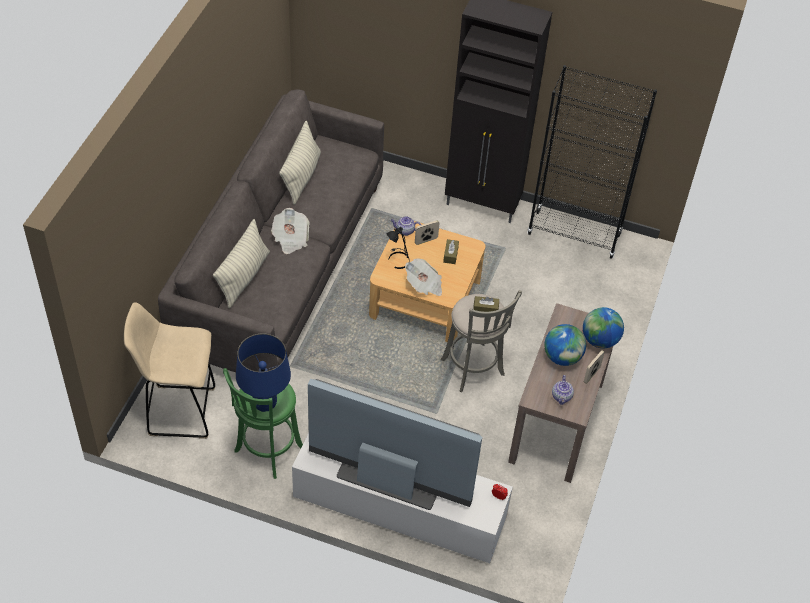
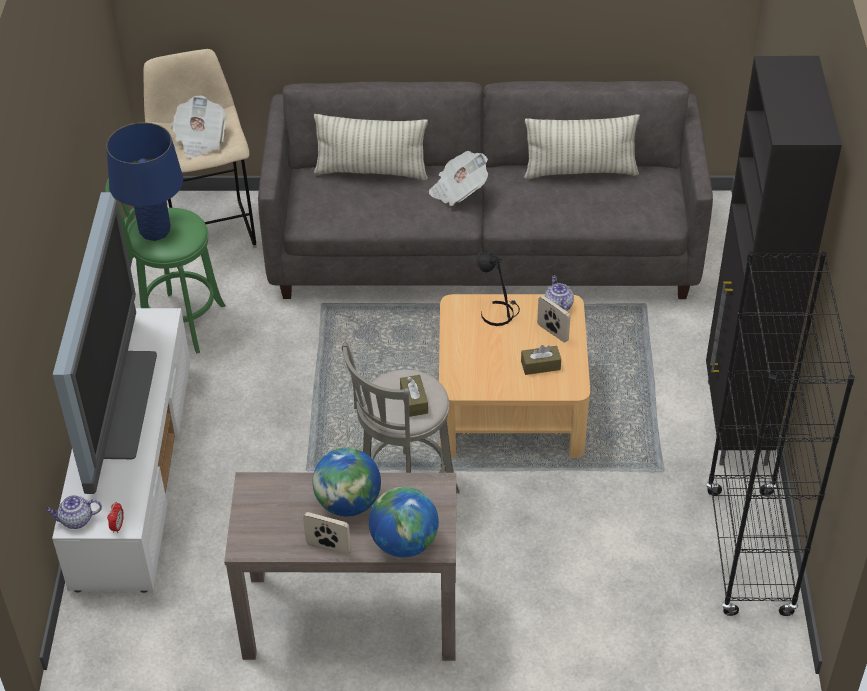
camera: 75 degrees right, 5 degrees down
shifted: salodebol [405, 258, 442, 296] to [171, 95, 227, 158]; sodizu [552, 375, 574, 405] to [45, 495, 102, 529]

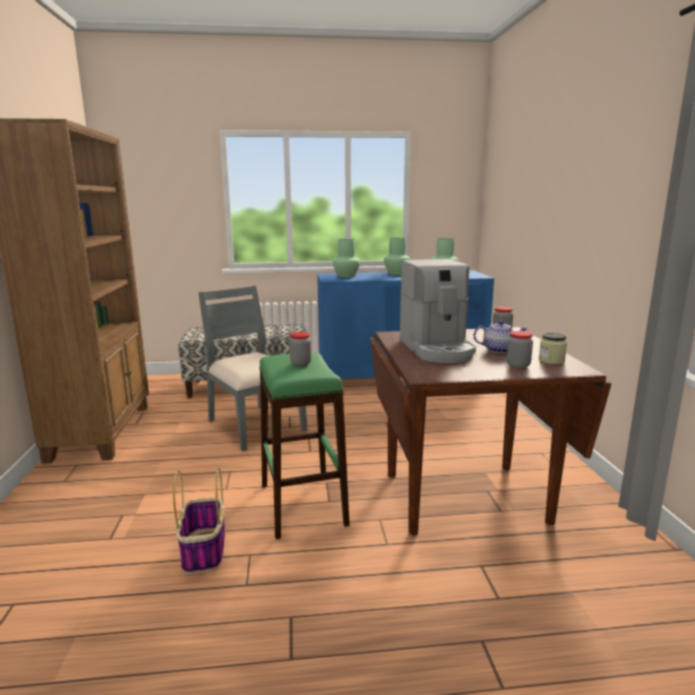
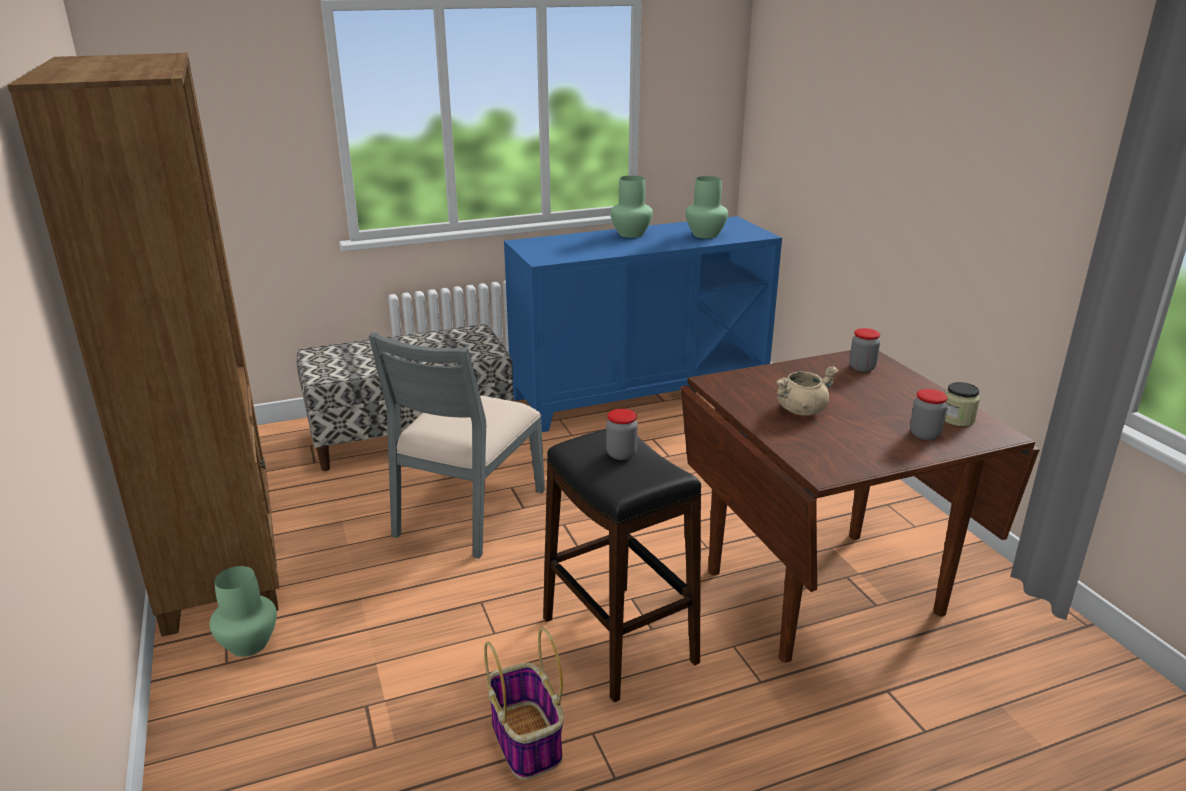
camera: 15 degrees left, 10 degrees up
gone: sodizu [473, 320, 527, 353]
shifted: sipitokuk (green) [333, 239, 360, 278] to [209, 566, 277, 657]
swapped: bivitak [400, 259, 476, 363] to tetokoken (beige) [776, 366, 838, 416]
repainted: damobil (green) [259, 352, 350, 539] to damobil (black) [543, 429, 701, 702]
rotated: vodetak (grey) [198, 286, 307, 451] = [369, 332, 545, 559] 105 degrees counterclockwise

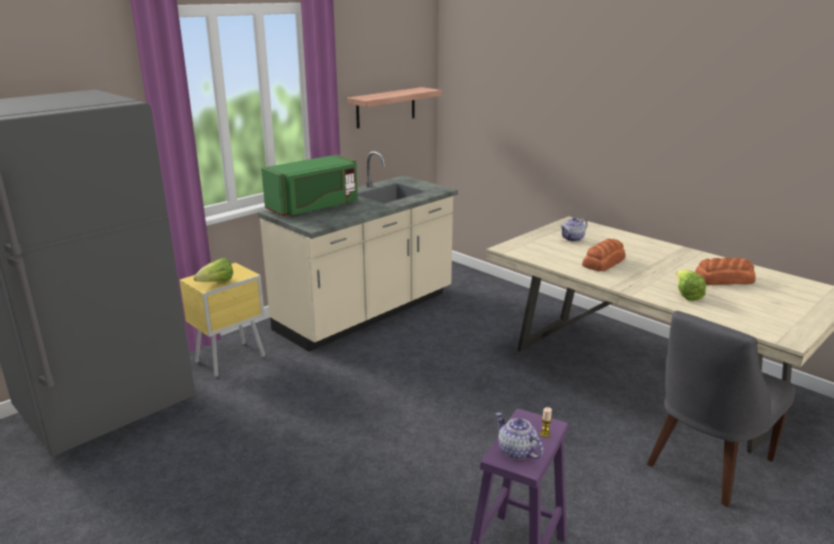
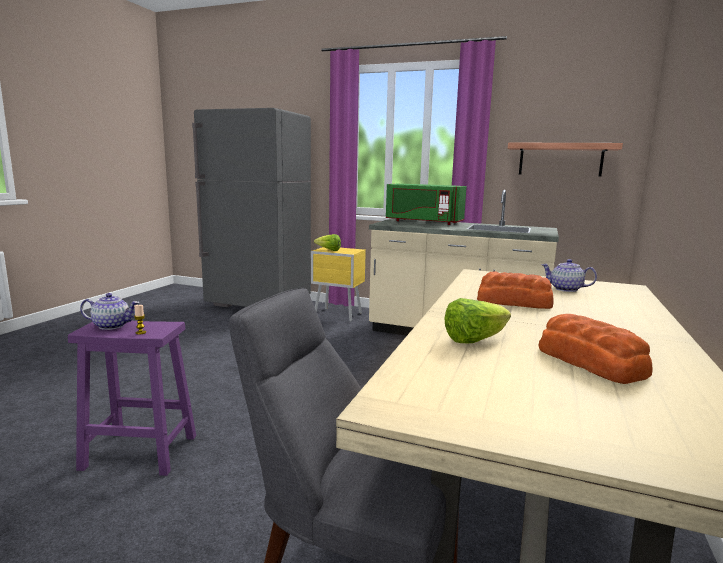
camera: 65 degrees right, 10 degrees down
rotated: sodizu [496, 413, 543, 460] = [80, 293, 139, 330] 60 degrees clockwise

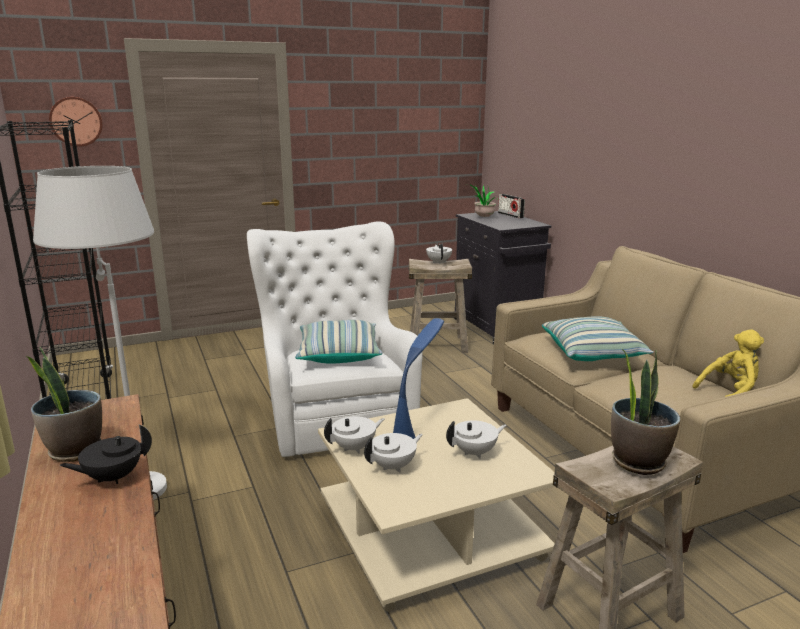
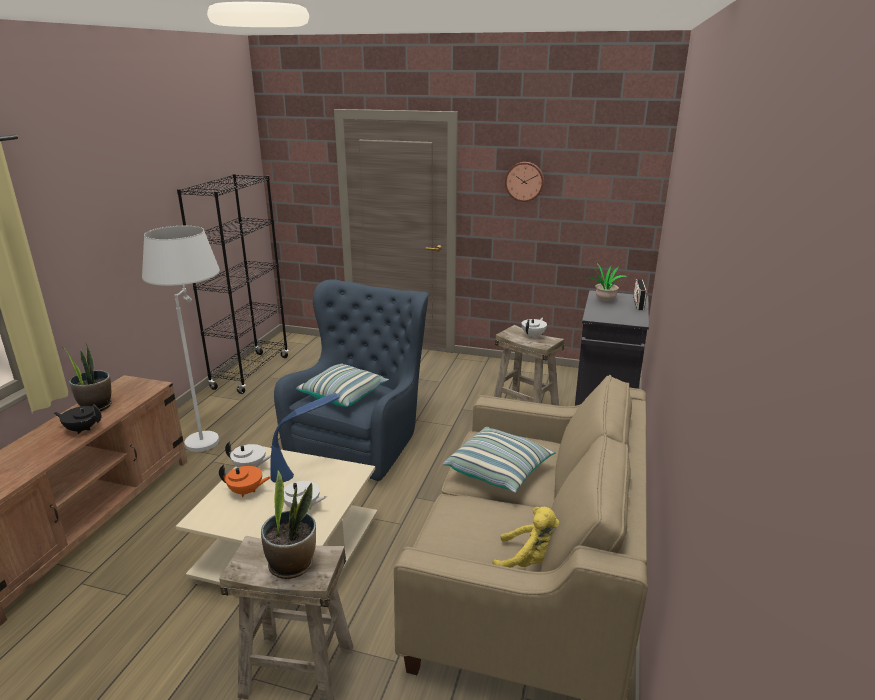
camera: 40 degrees right, 5 degrees up
shifted: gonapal [49, 97, 102, 147] to [505, 162, 544, 202]
repainted: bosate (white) [247, 222, 423, 457] to bosate (blue) [274, 279, 429, 481]; sodizu (white) [364, 433, 423, 473] to sodizu (orange) [219, 464, 271, 497]

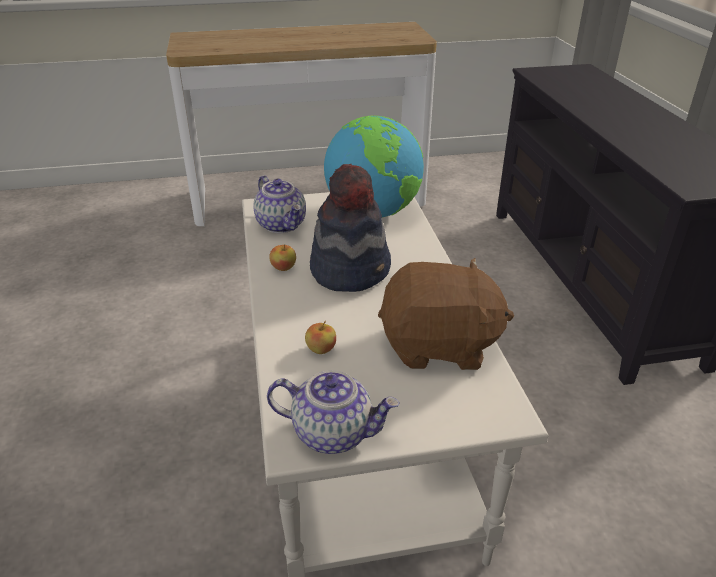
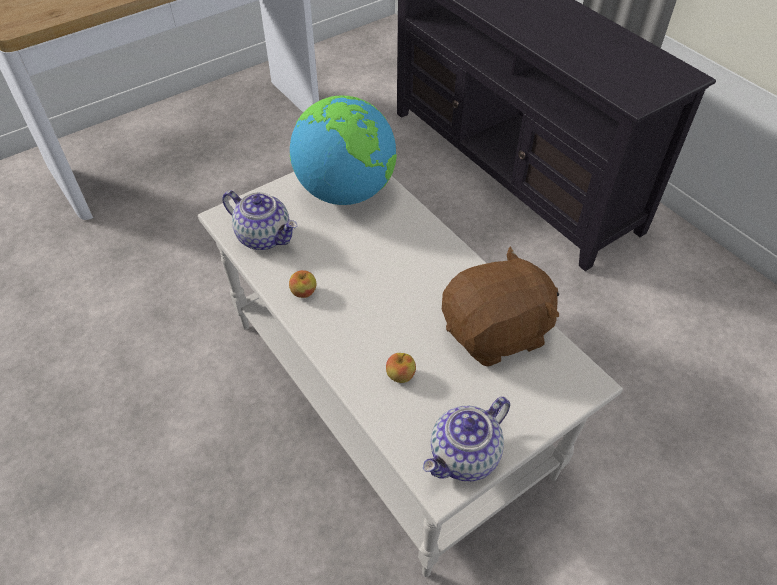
camera: 25 degrees left, 15 degrees up
gone: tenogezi [310, 164, 391, 292]
rotated: sodizu [267, 370, 399, 454] = [423, 397, 510, 482] 150 degrees clockwise

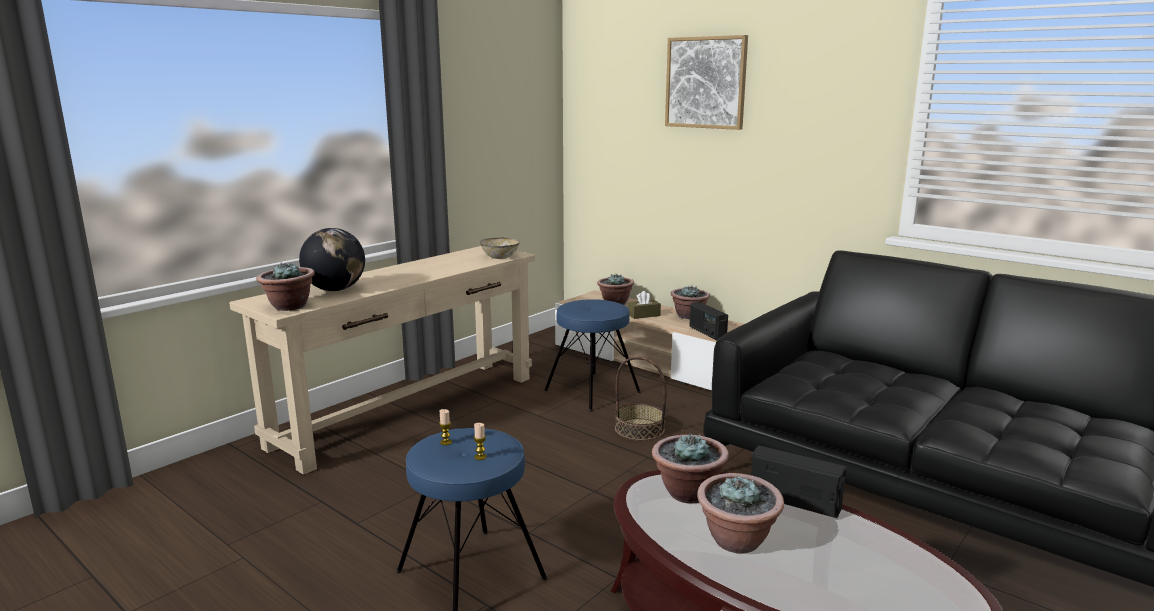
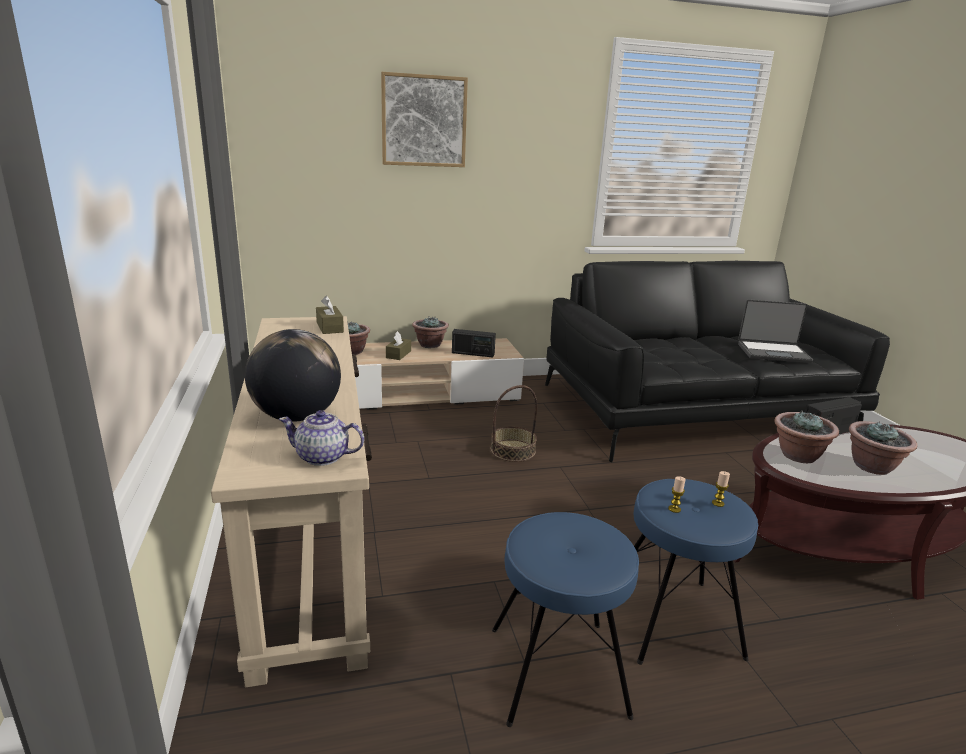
camera: 55 degrees left, 5 degrees up
new: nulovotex [738, 299, 813, 363]
shifted: damobil (blue) [544, 299, 641, 412] to [492, 512, 639, 727]
swapped: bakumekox [256, 263, 315, 311] to sodizu [279, 410, 364, 466]; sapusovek [480, 237, 520, 259] to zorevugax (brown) [316, 296, 344, 334]

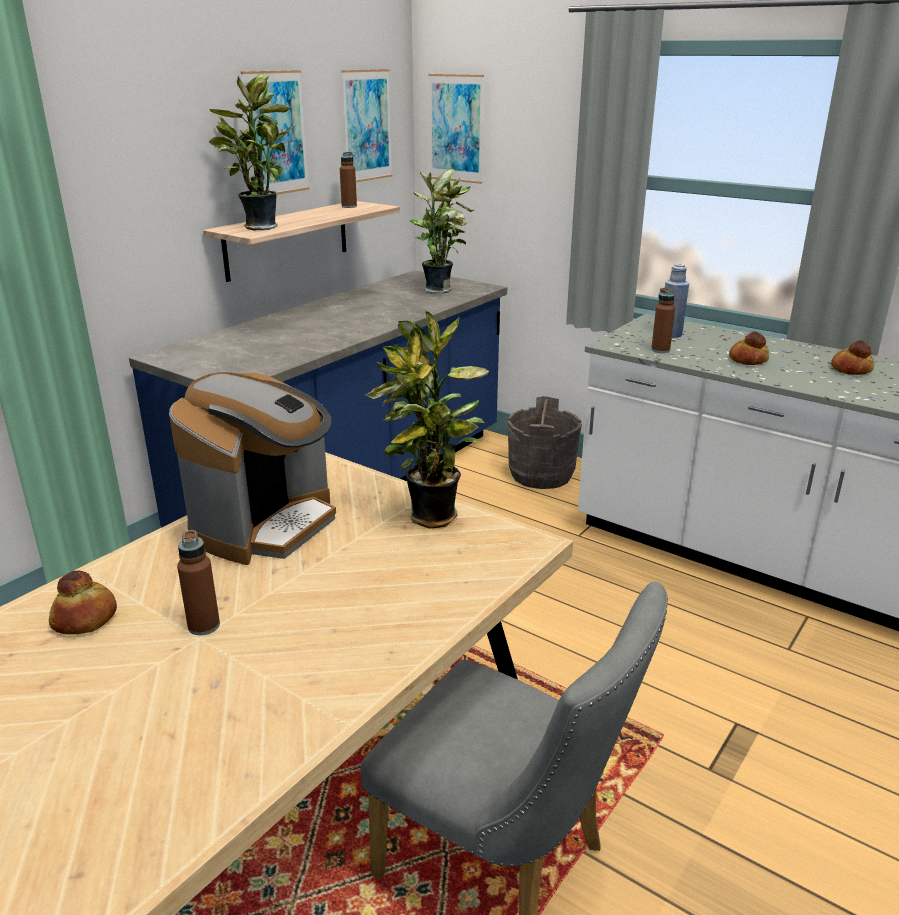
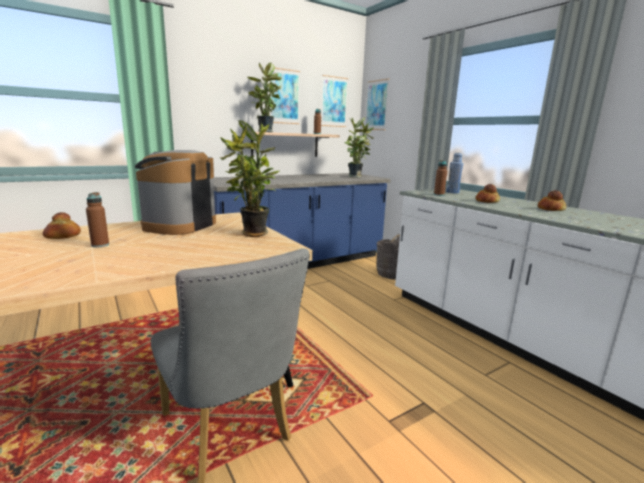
camera: 20 degrees right, 10 degrees down
rotated: bivitak [169, 372, 336, 565] = [134, 150, 216, 235] 150 degrees clockwise

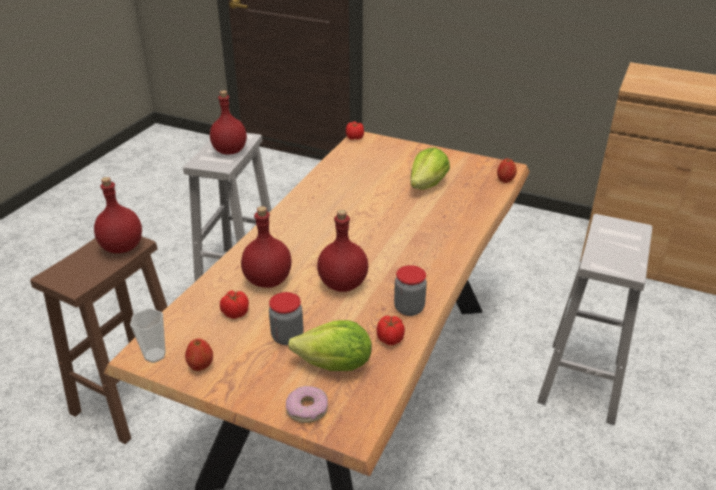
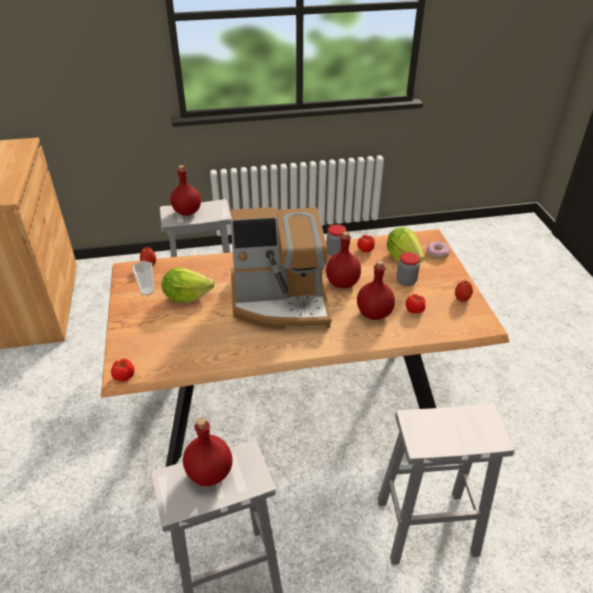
camera: 125 degrees left, 5 degrees up
new: bivitak [231, 207, 332, 329]
shifted: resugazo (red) [94, 177, 142, 253] to [170, 165, 201, 216]; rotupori [130, 308, 165, 363] to [133, 261, 154, 295]
repainted: damobil (brown) [30, 236, 167, 444] to damobil (white) [377, 403, 515, 565]

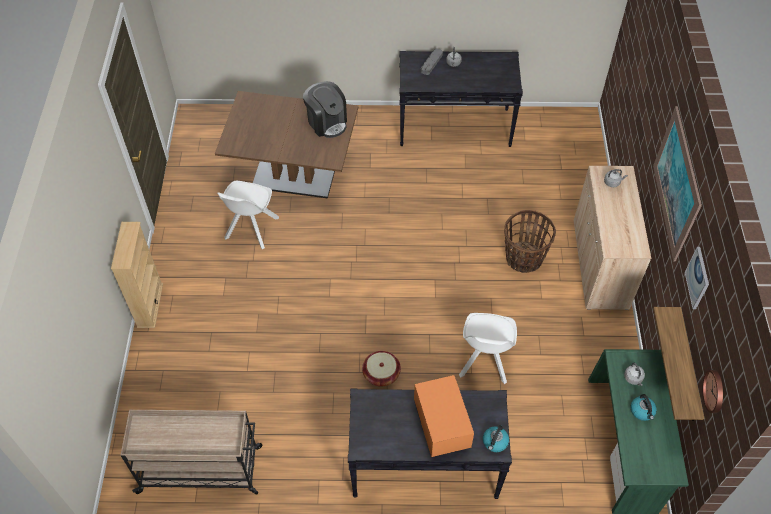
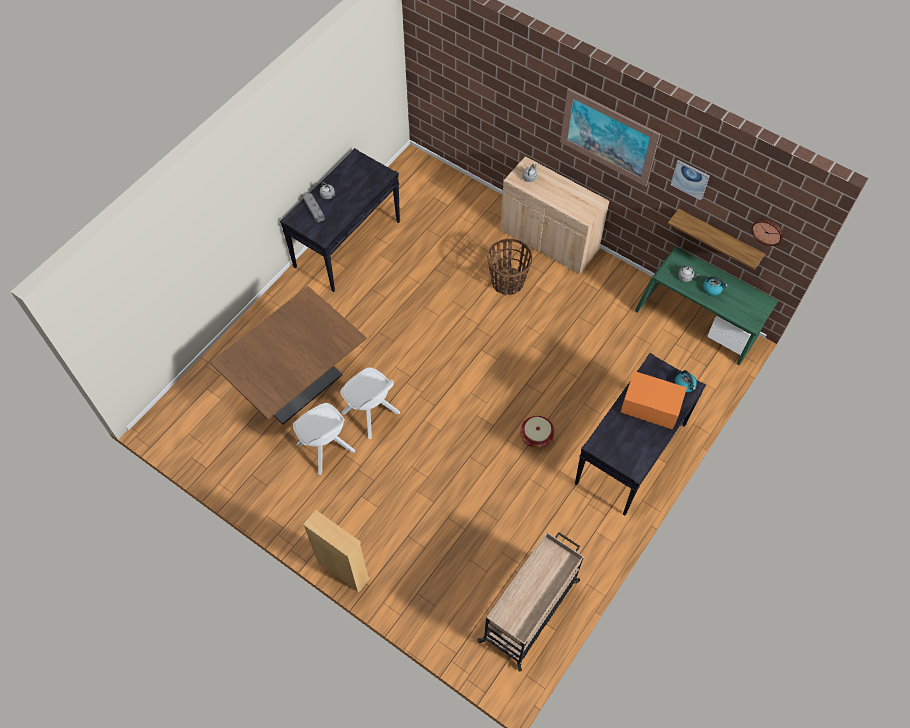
camera: 55 degrees left, 5 degrees up
gone: bivitak [303, 81, 347, 138]
shifted: vodetak (white) [459, 313, 517, 384] to [340, 367, 400, 439]

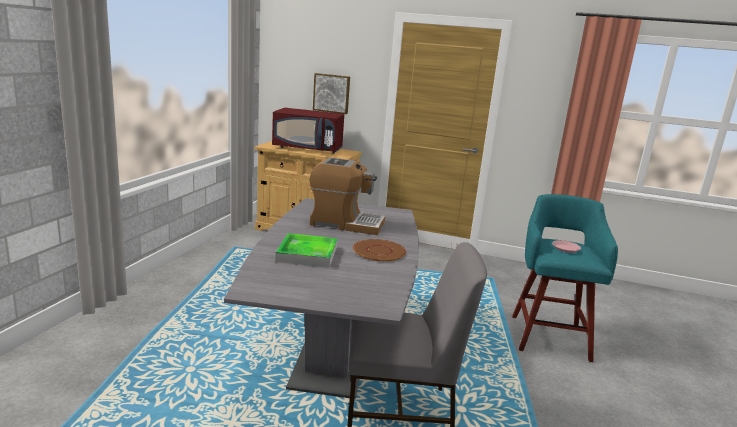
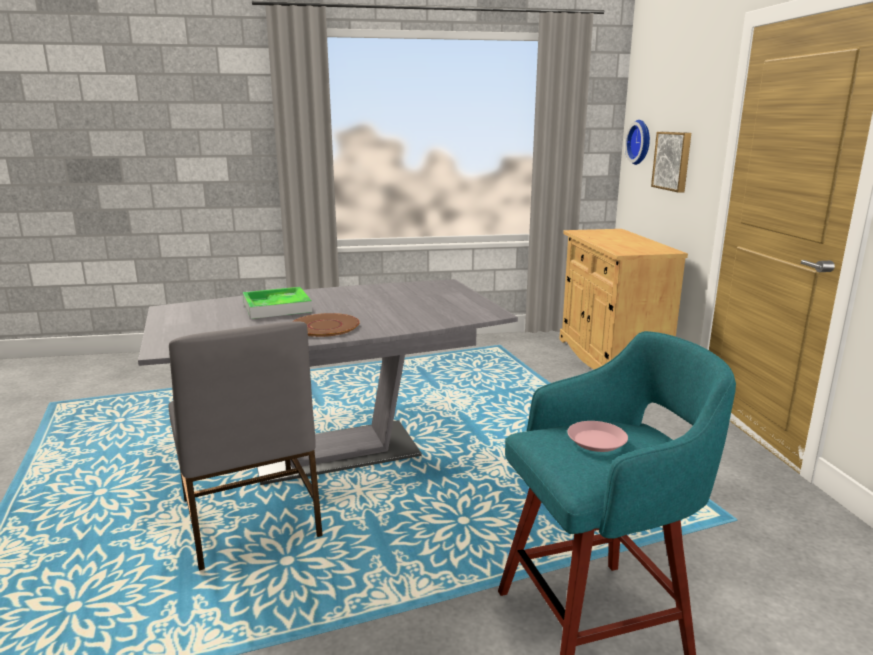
camera: 65 degrees right, 0 degrees up
gone: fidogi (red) [272, 108, 344, 154]; bivitak [309, 158, 385, 235]
new: gonapal [625, 120, 650, 165]

